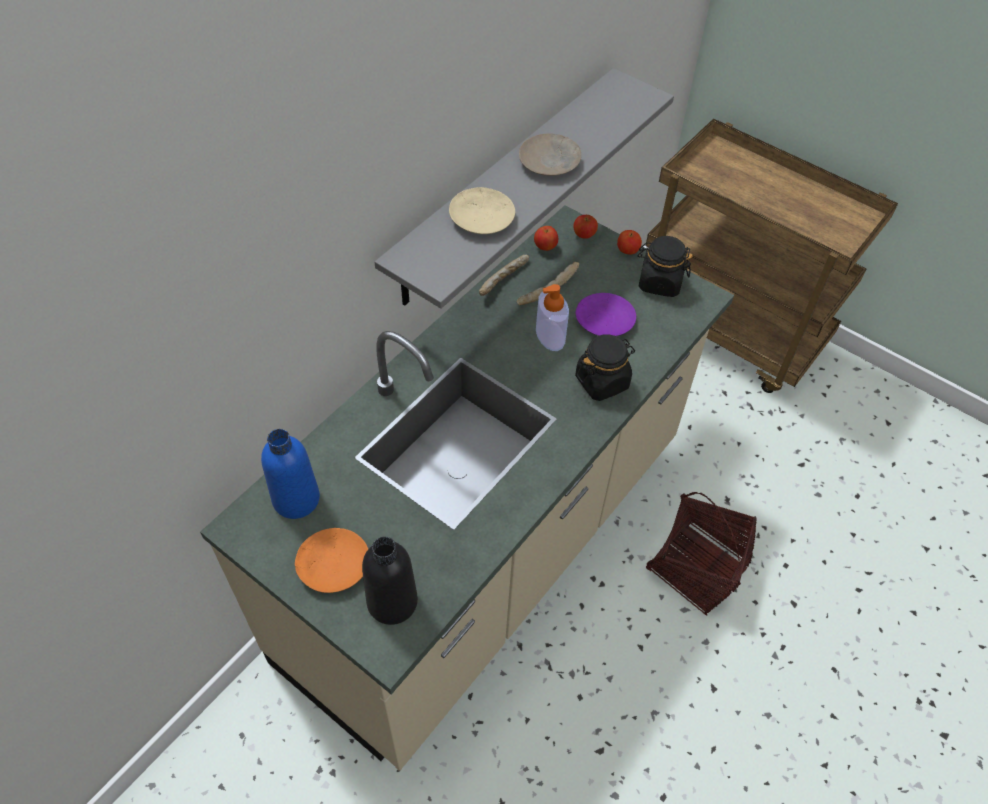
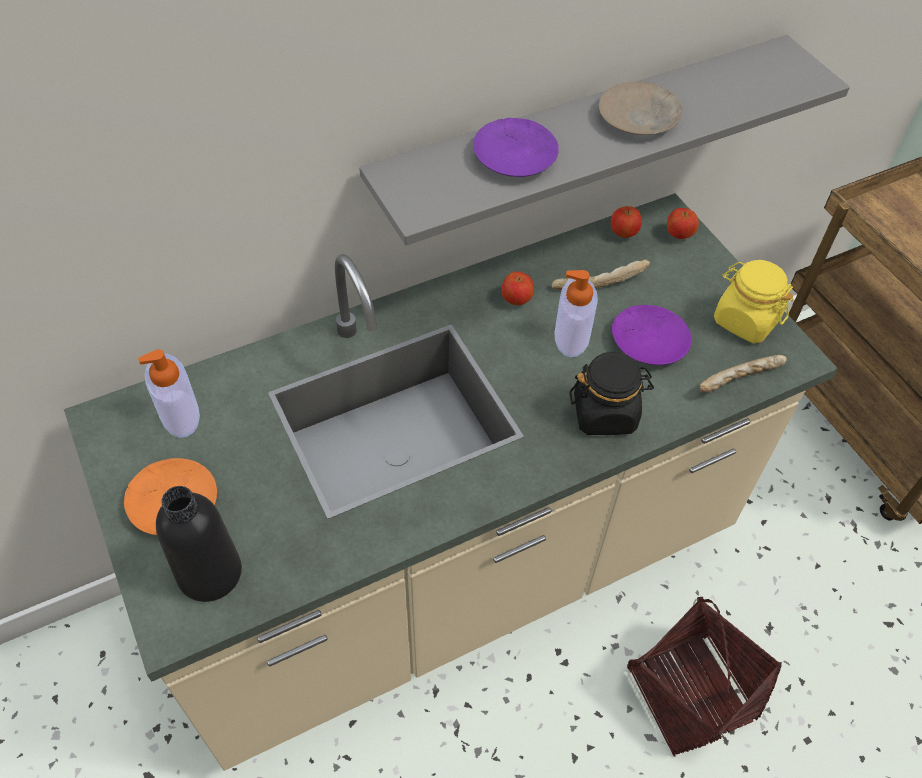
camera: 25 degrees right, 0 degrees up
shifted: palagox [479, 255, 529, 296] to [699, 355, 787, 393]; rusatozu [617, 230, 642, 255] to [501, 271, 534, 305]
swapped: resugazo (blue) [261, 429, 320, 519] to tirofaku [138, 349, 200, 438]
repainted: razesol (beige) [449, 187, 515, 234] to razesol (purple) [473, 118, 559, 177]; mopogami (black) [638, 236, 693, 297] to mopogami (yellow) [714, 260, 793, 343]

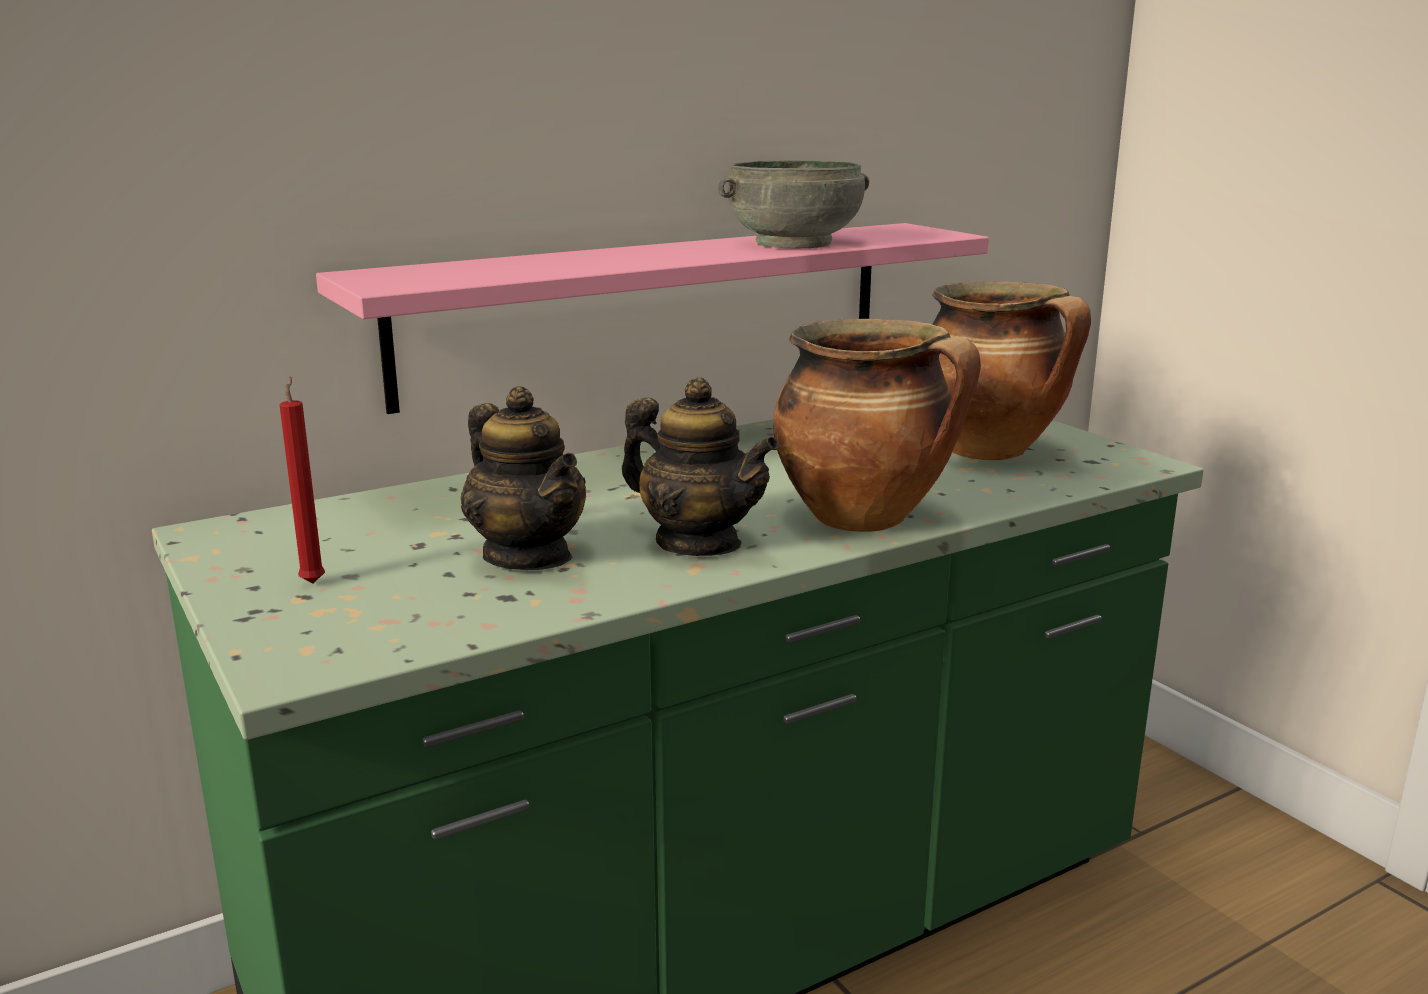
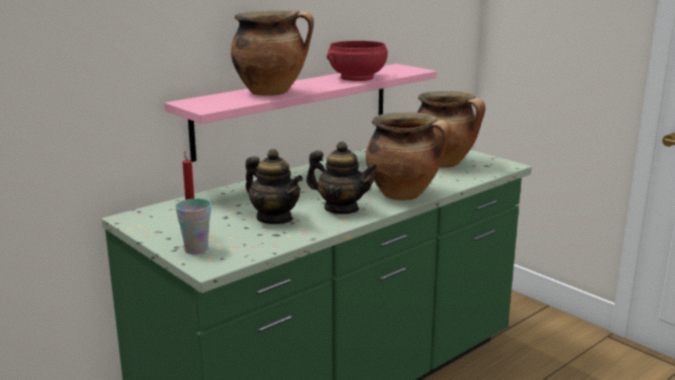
camera: 10 degrees left, 0 degrees up
new: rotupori [175, 199, 211, 254]; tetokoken [231, 10, 314, 96]
repainted: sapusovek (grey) [718, 160, 869, 248] to sapusovek (red) [327, 41, 388, 81]

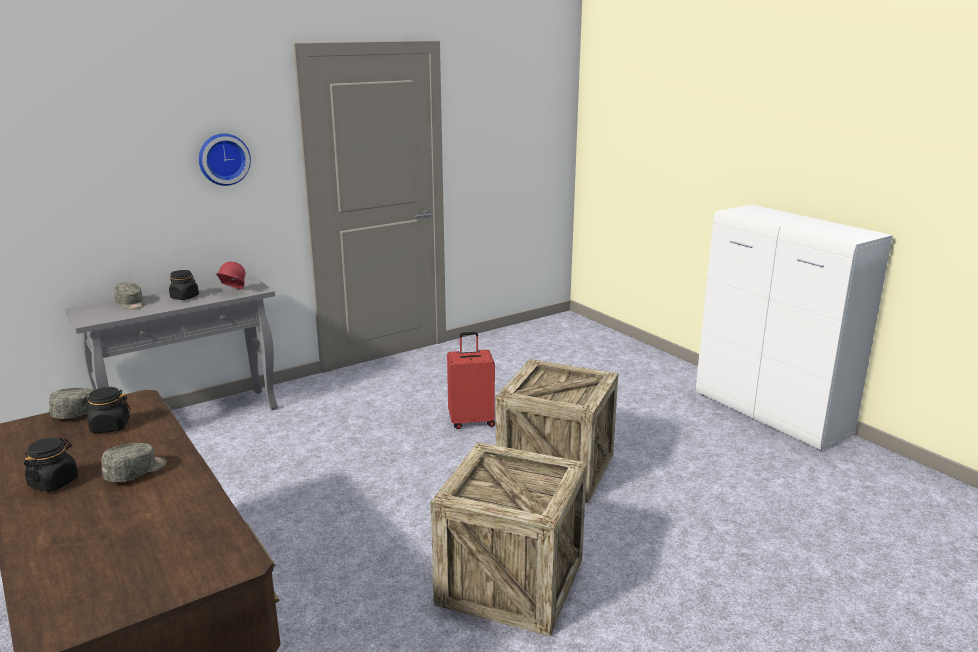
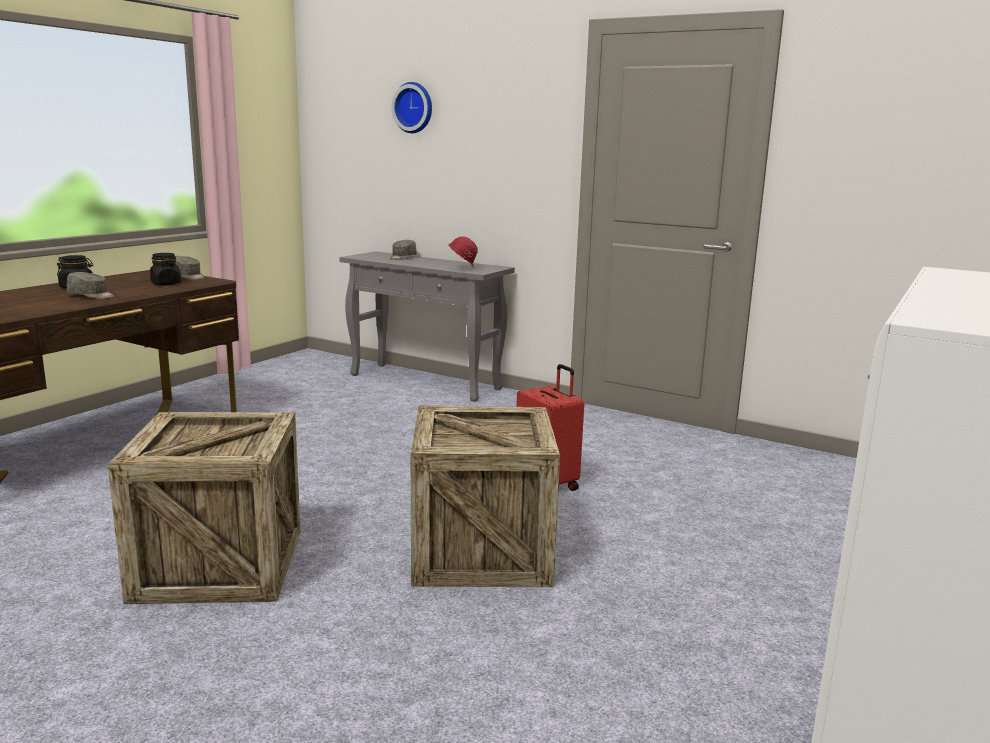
camera: 65 degrees right, 5 degrees down
gone: mopogami (black) [169, 270, 199, 300]
shifted: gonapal [199, 133, 251, 186] to [391, 82, 432, 133]

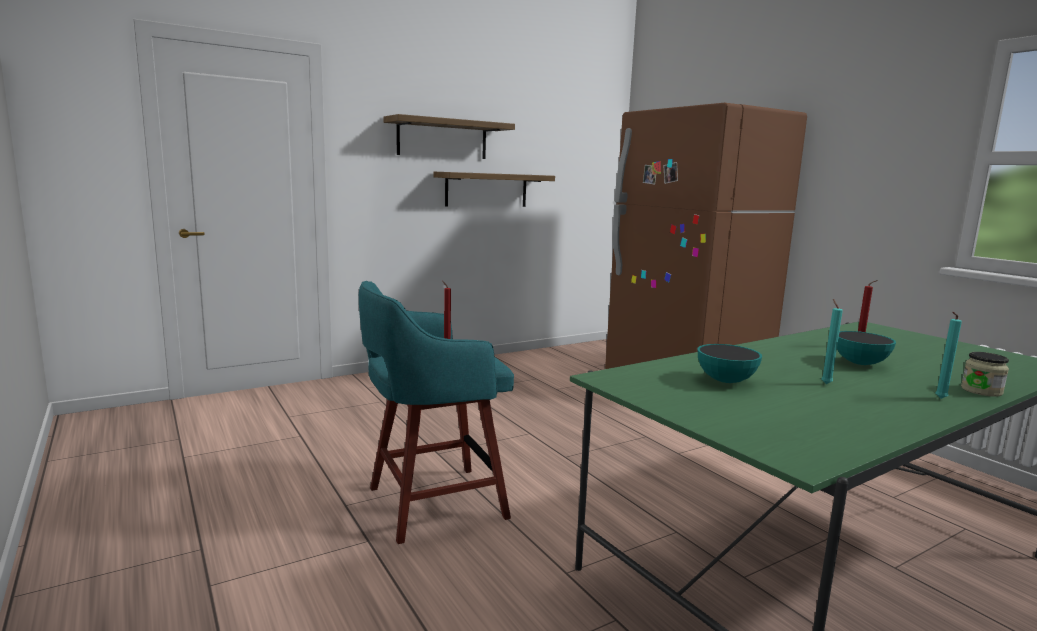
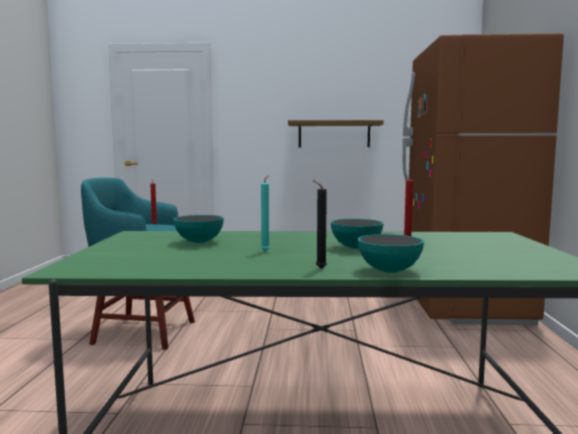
camera: 35 degrees right, 5 degrees down
gone: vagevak [383, 114, 515, 159]
swapped: mopogami [961, 352, 1009, 397] to sapusovek [358, 234, 424, 273]
repainted: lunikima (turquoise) [935, 312, 962, 399] to lunikima (black) [313, 180, 327, 269]

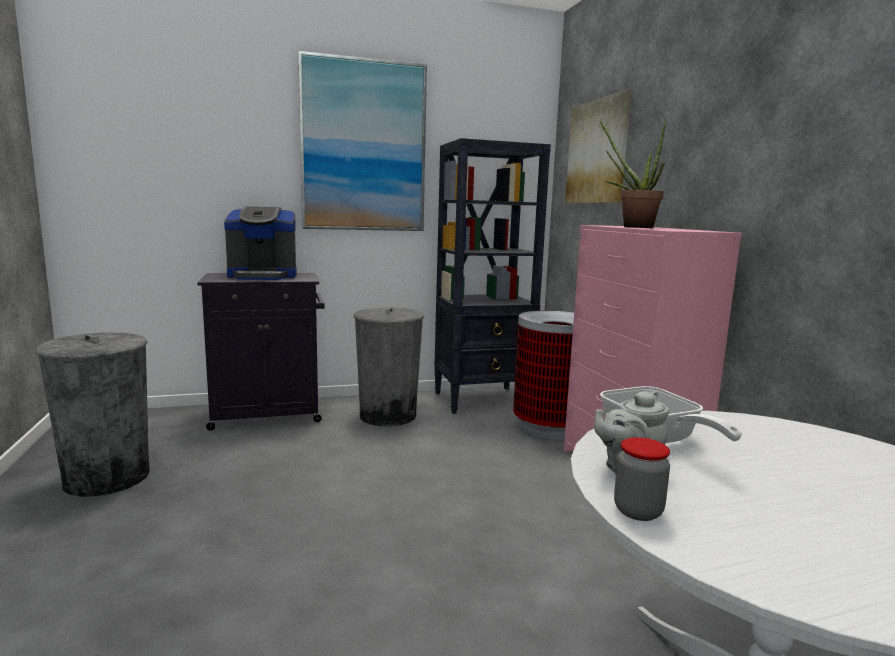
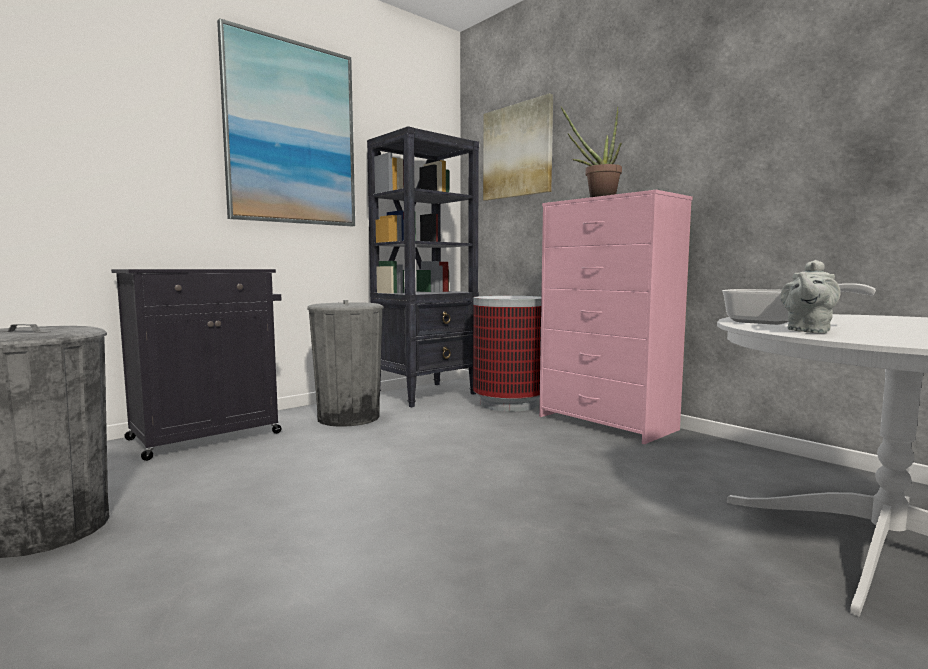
camera: 25 degrees left, 5 degrees down
gone: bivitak [224, 206, 297, 280]; mopogami [614, 437, 670, 521]

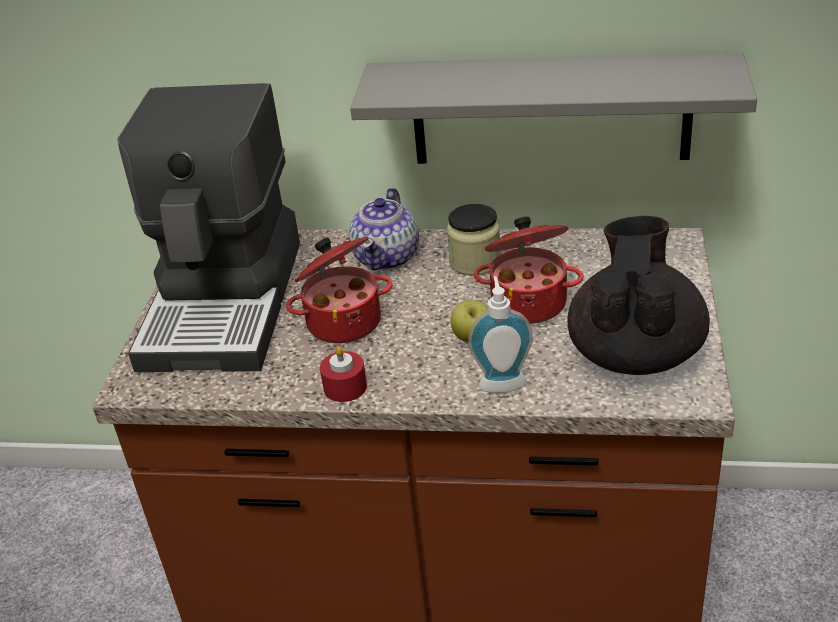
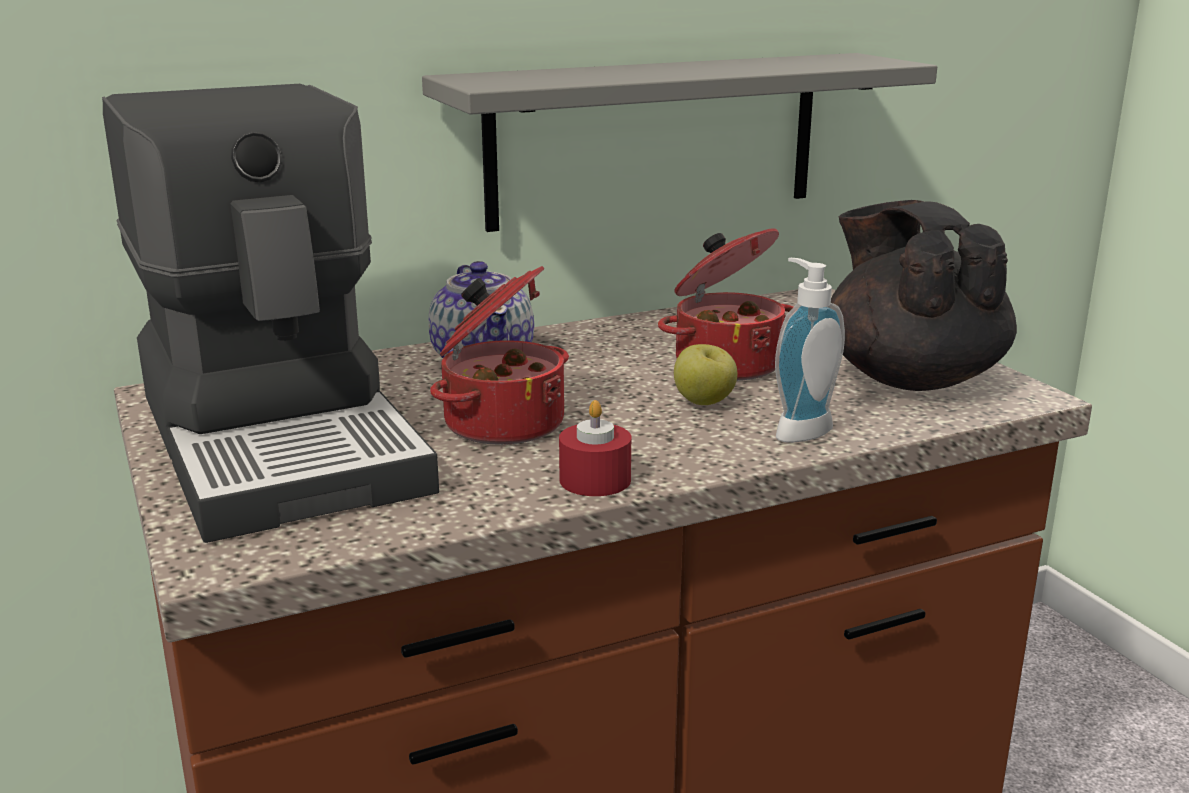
camera: 35 degrees left, 15 degrees down
gone: mopogami [447, 204, 500, 276]

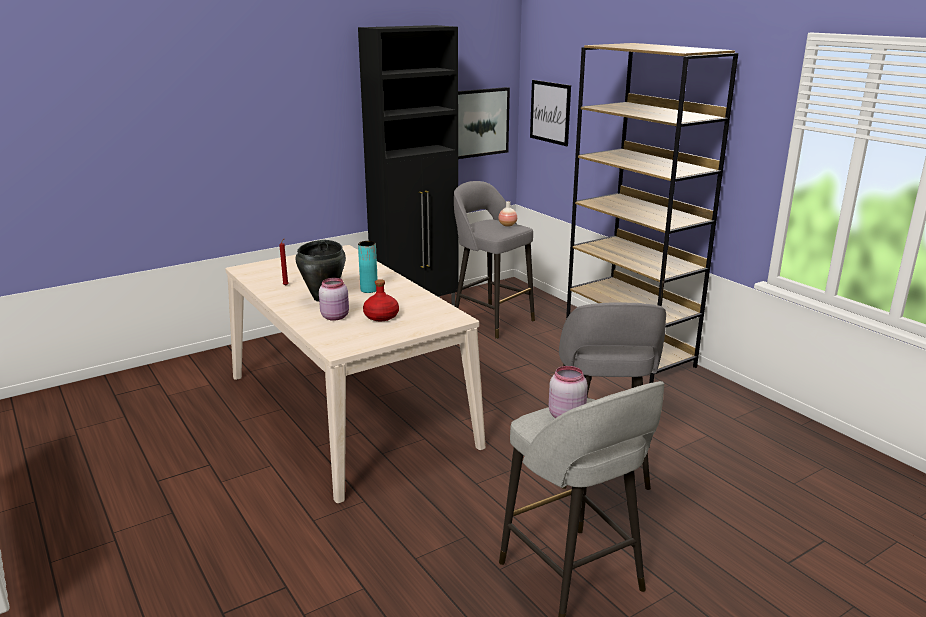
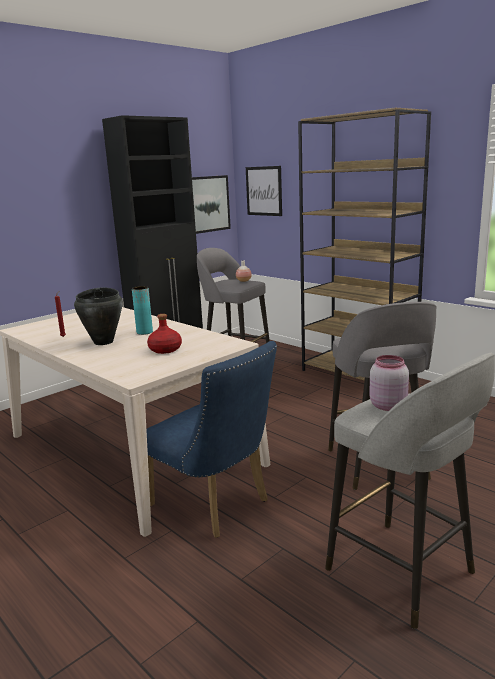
camera: 10 degrees left, 5 degrees down
gone: mopogami (pink) [319, 278, 349, 321]
new: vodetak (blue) [146, 341, 277, 538]

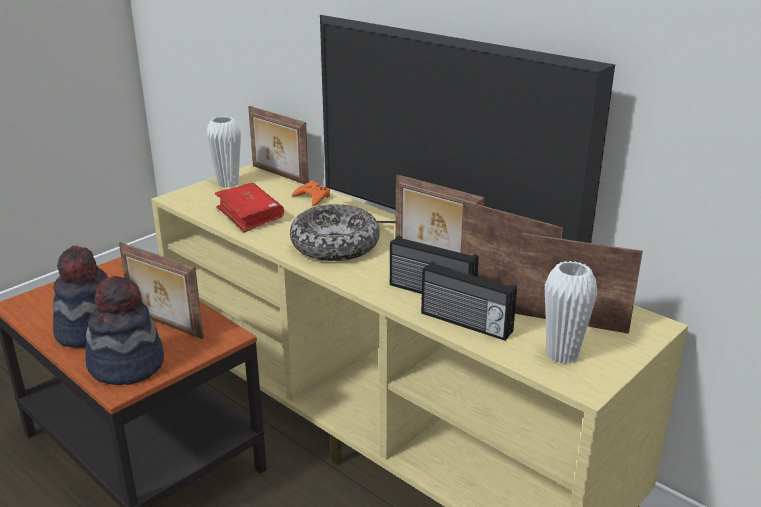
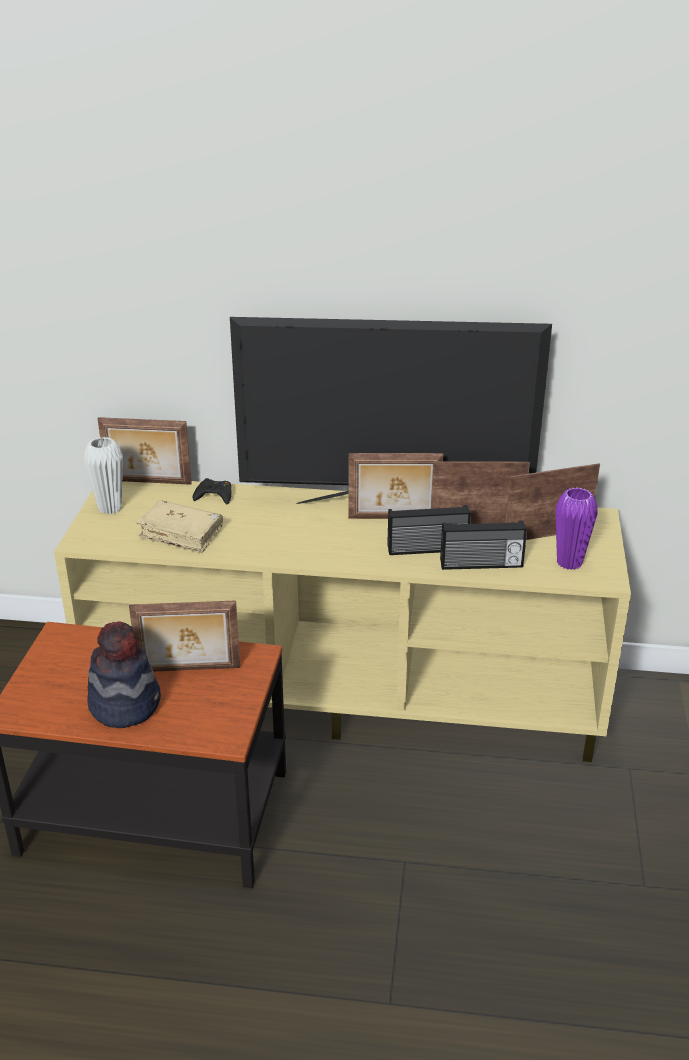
camera: 35 degrees left, 5 degrees up
gone: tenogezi [85, 276, 164, 385]; sapusovek [290, 204, 380, 261]
repainted: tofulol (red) [215, 183, 284, 232] to tofulol (beige) [137, 500, 223, 553]; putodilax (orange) [292, 180, 330, 206] to putodilax (black) [192, 478, 231, 504]; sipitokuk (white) [545, 261, 597, 364] to sipitokuk (purple) [556, 487, 598, 570]

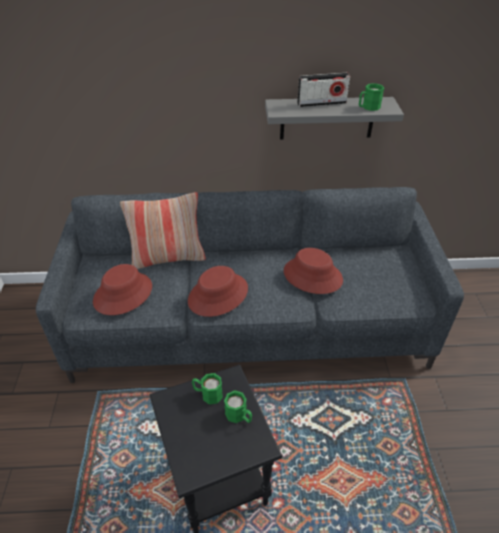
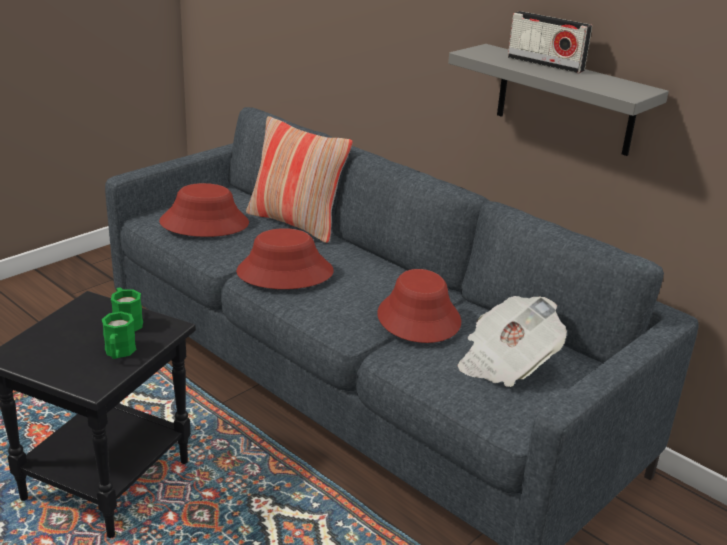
camera: 45 degrees right, 15 degrees down
gone: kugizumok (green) [359, 83, 384, 111]
new: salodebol [458, 296, 567, 387]

